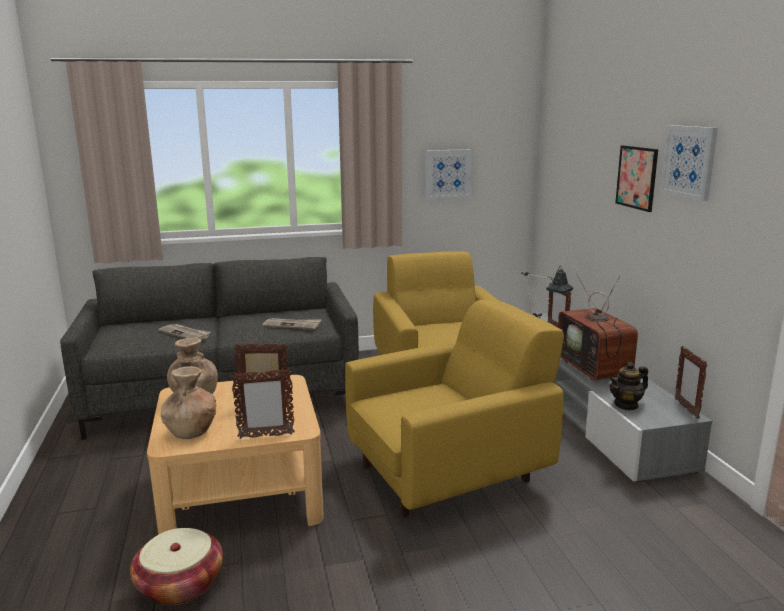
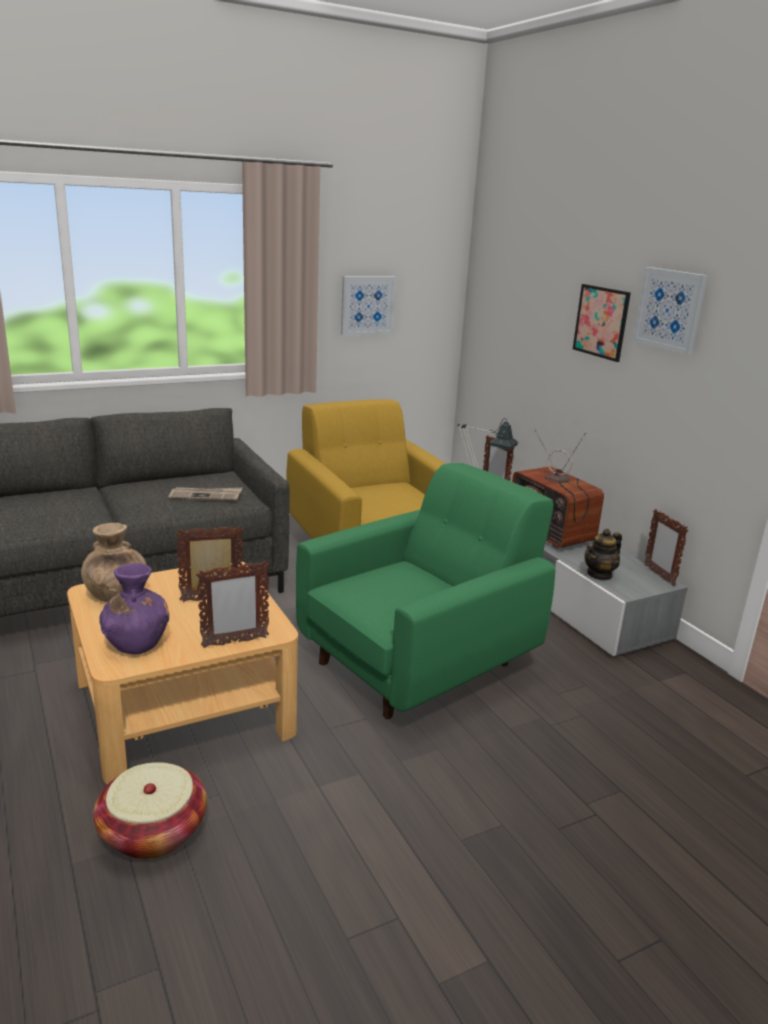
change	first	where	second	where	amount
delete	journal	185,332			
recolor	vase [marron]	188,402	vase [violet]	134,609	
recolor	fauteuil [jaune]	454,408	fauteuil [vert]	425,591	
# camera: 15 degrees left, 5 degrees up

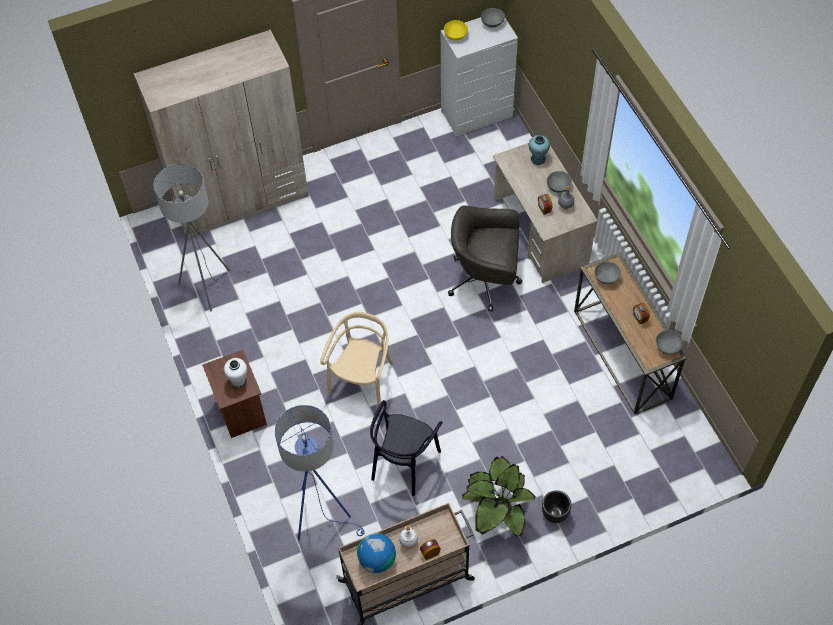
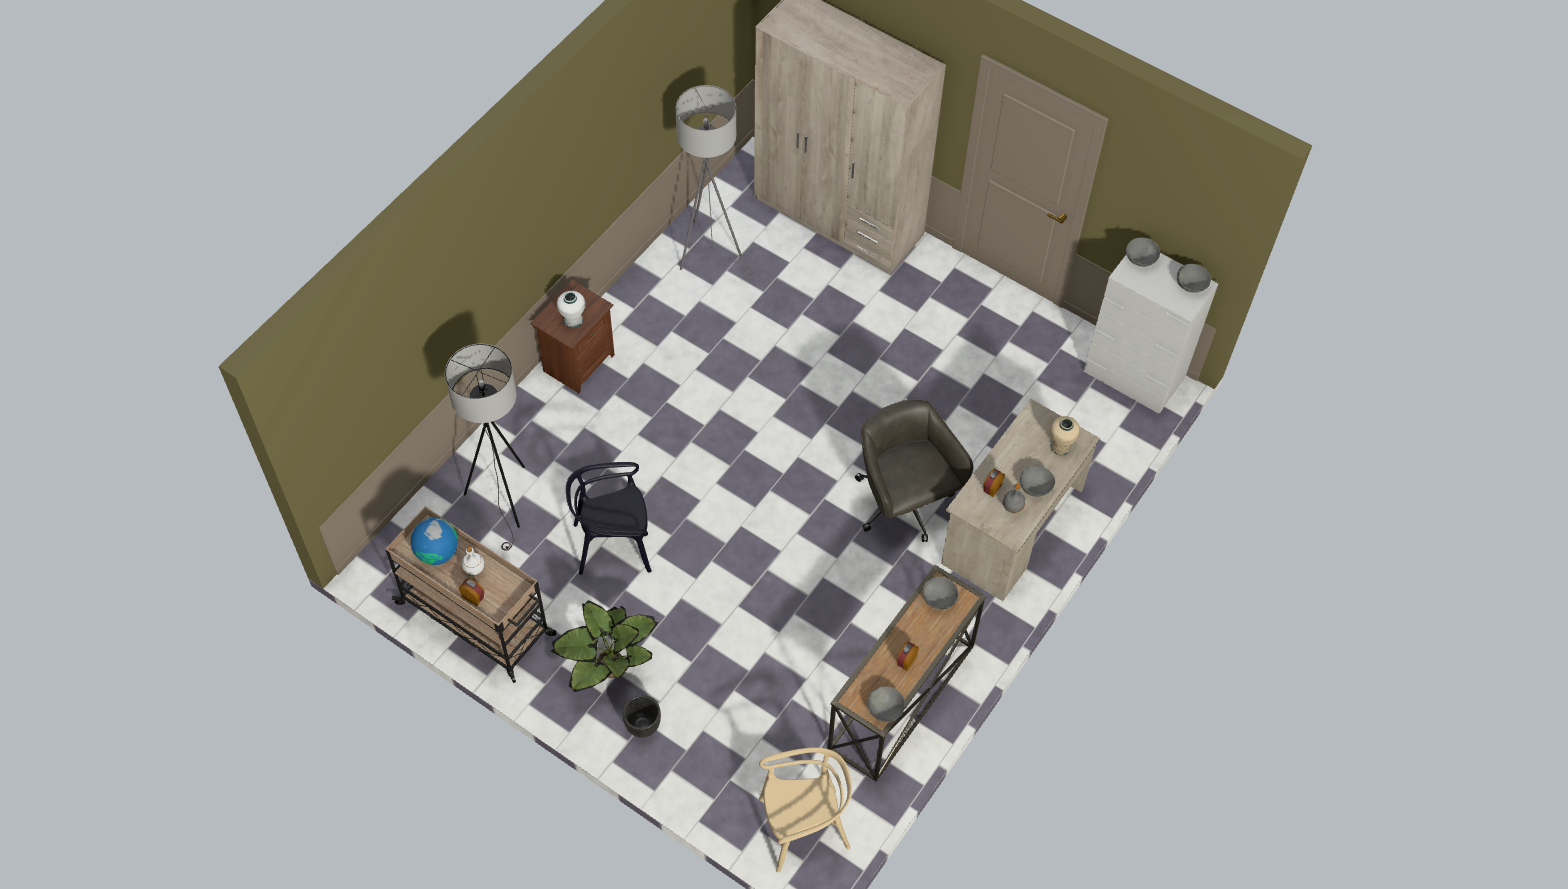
change	first	where	second	where	amount
recolor	lampadaire [bleu]	319,472	lampadaire [gris]	485,447	
move	chaise [beige]	356,359		805,810	
recolor	bol [jaune]	456,30	bol [gris]	1143,252	
recolor	vase [turquoise]	539,150	vase [beige]	1065,436	
# camera: 55 degrees right, 0 degrees up

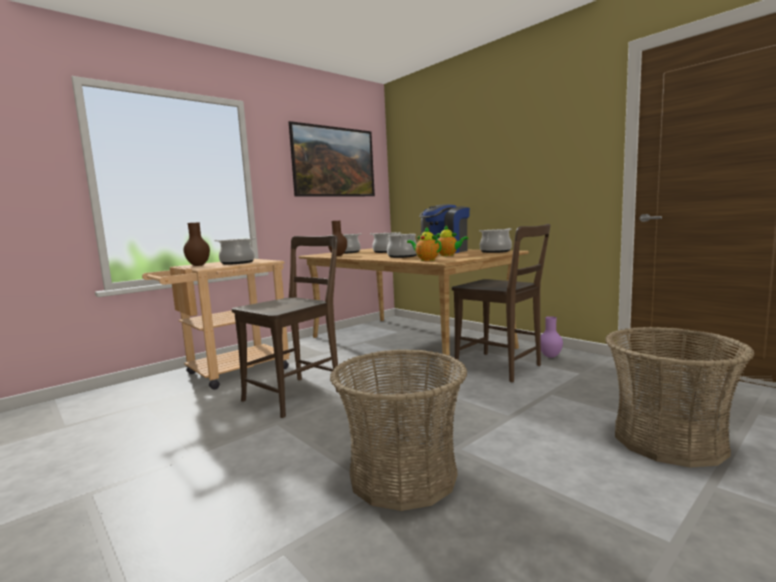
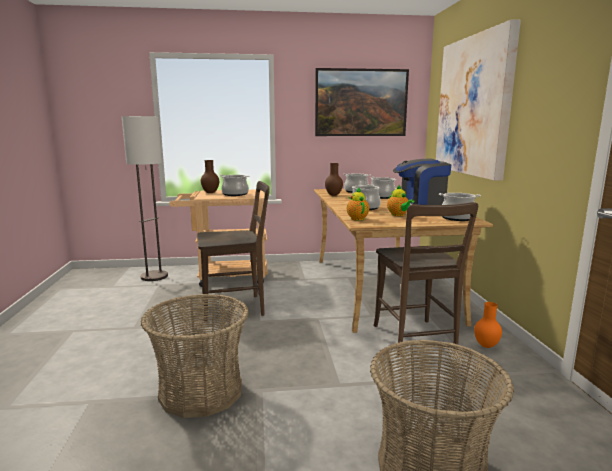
change	first	where	second	where	amount
recolor	vase [violet]	551,337	vase [orange]	488,325	
insert			lampadaire	145,198	
insert			tableau	478,100	
# camera: 35 degrees right, 5 degrees up

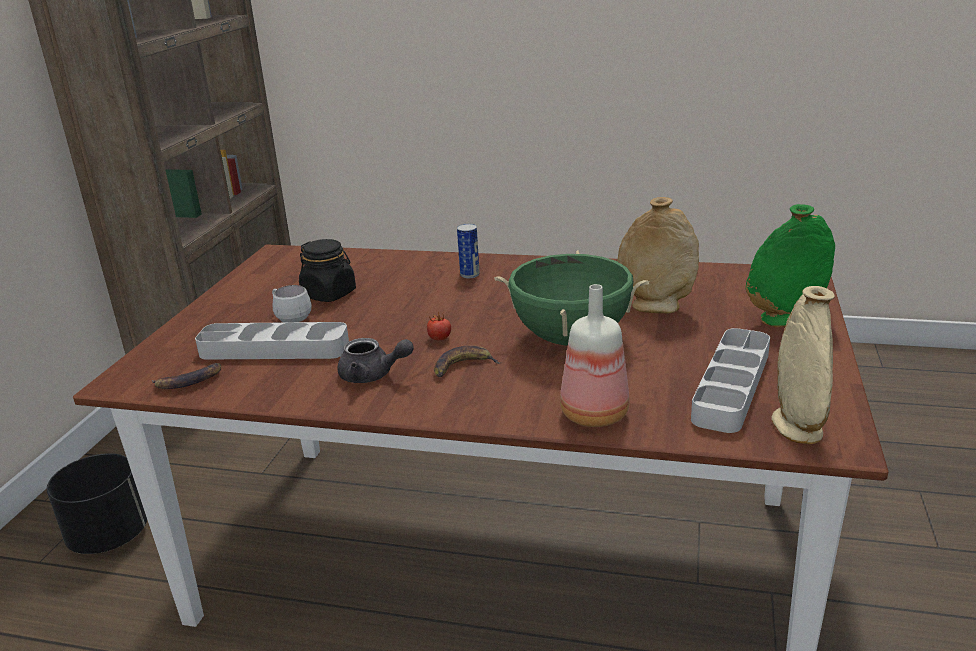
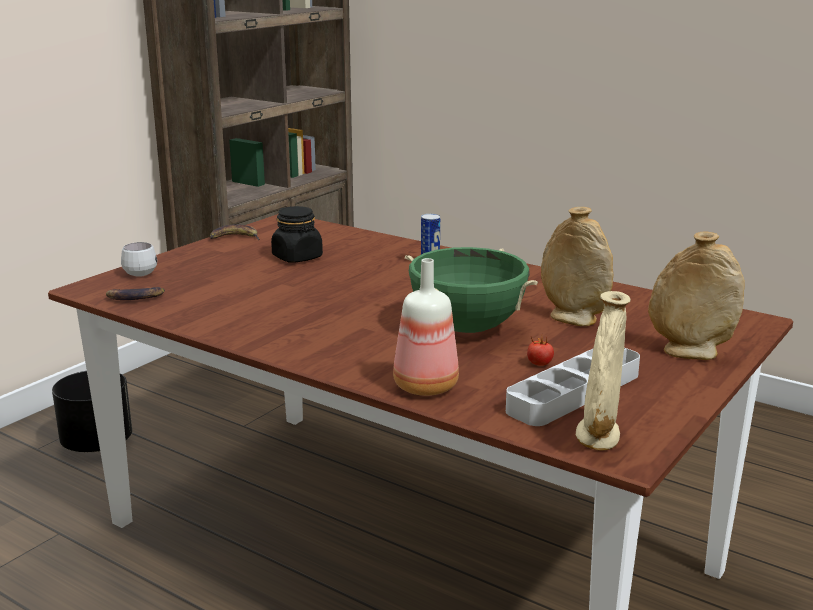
change	first	where	second	where	amount
delete	plateau [gris]	272,341			
move	mug [blanc]	292,303		139,259	
delete	théière [gris]	375,360			
move	tomate	439,326		540,351	
move	banane	468,361		235,232	
recolor	vase [vert]	790,265	vase [beige]	696,295	
# camera: 20 degrees right, 5 degrees down

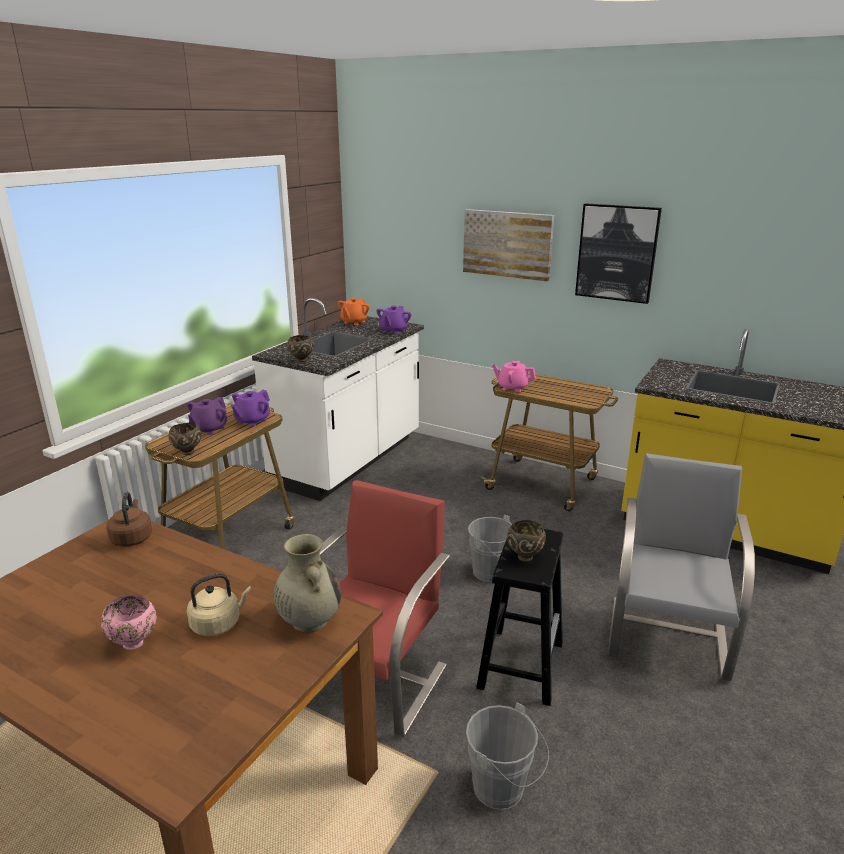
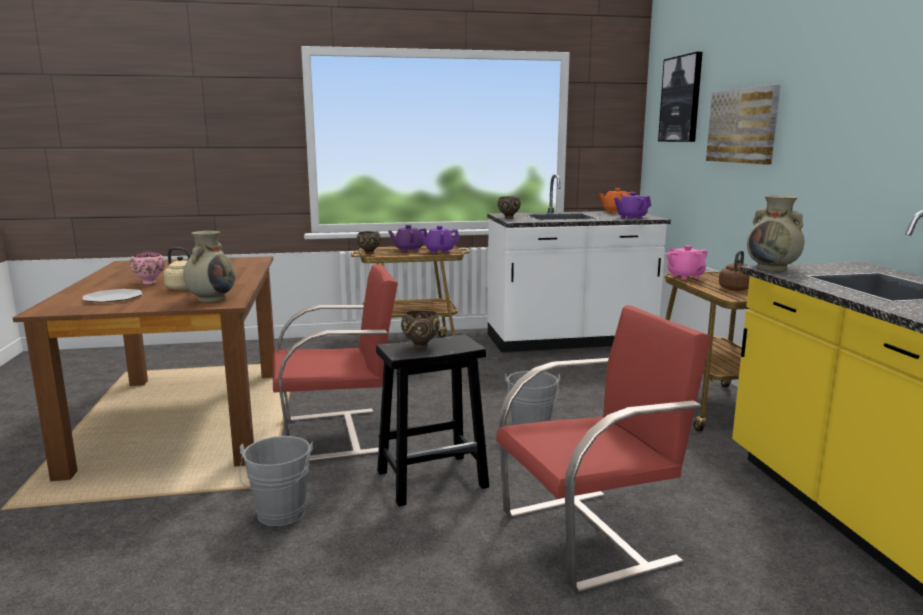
change	first	where	second	where	amount
move	bouilloire [marron]	129,519		734,270	
move	tableau	618,253		680,97	
recolor	chaise [gris]	681,567	chaise [rouge]	603,449	
insert			assiette	113,295	
insert			vase [beige]	775,233	
# camera: 50 degrees right, 10 degrees down

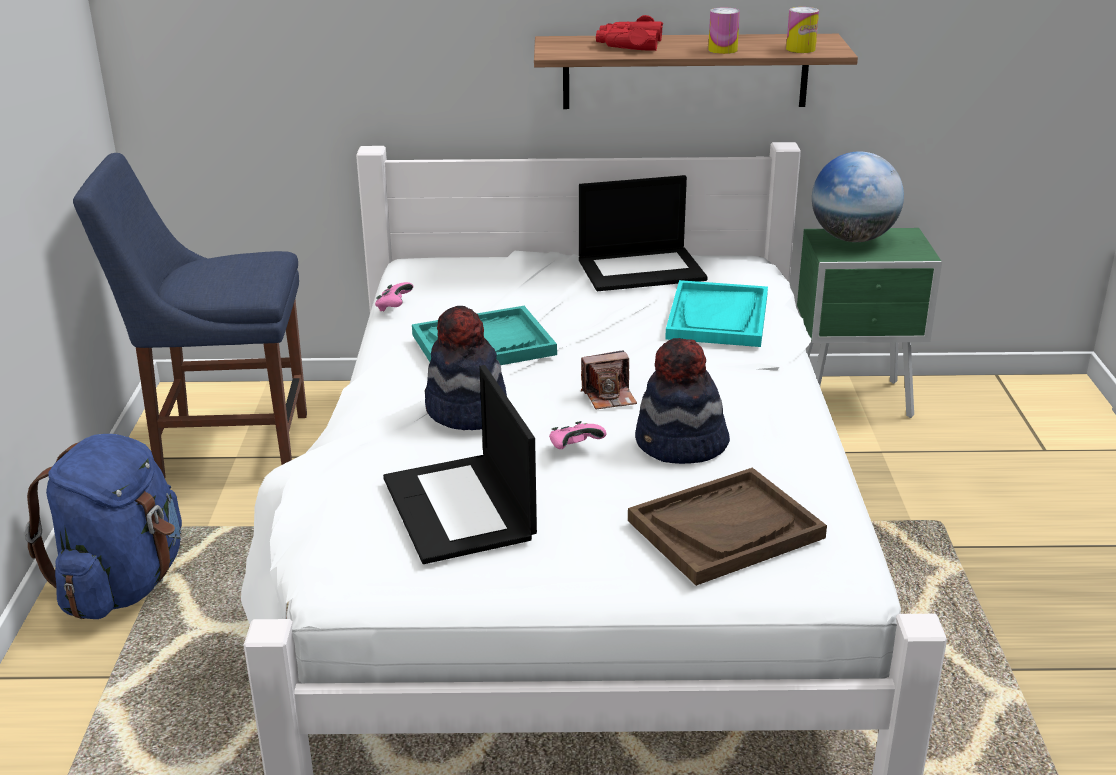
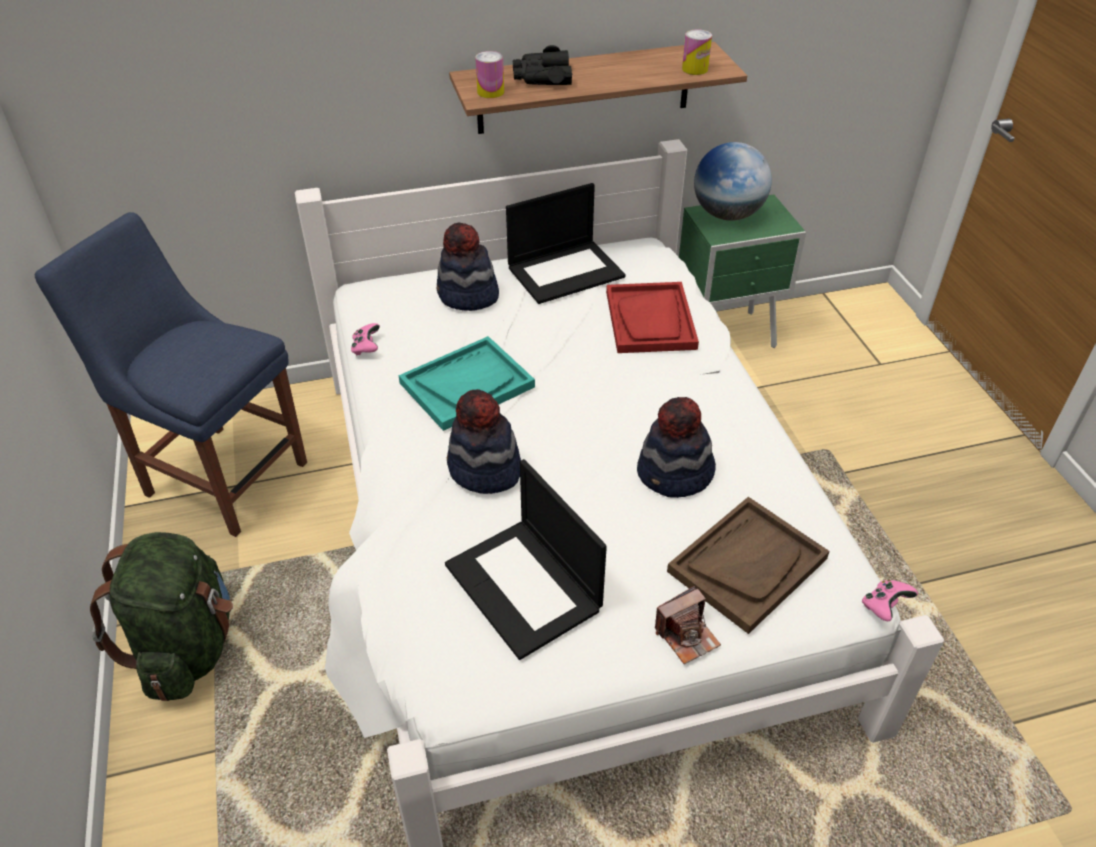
change	first	where	second	where	amount
recolor	sac à dos [bleu]	103,526	sac à dos [vert]	161,616	
rotate	chaise [bleu]	190,315		171,374	45 degrees clockwise
move	manette [rose]	577,435		890,600	
move	appareil photo	609,379		688,625	
recolor	jumelles [rouge]	629,33	jumelles [noir]	543,65	
recolor	plateau [turquoise]	716,313	plateau [rouge]	652,317	
move	boîte métallique	724,31		489,74	
insert			chapeau	468,266	
# camera: 15 degrees left, 15 degrees up

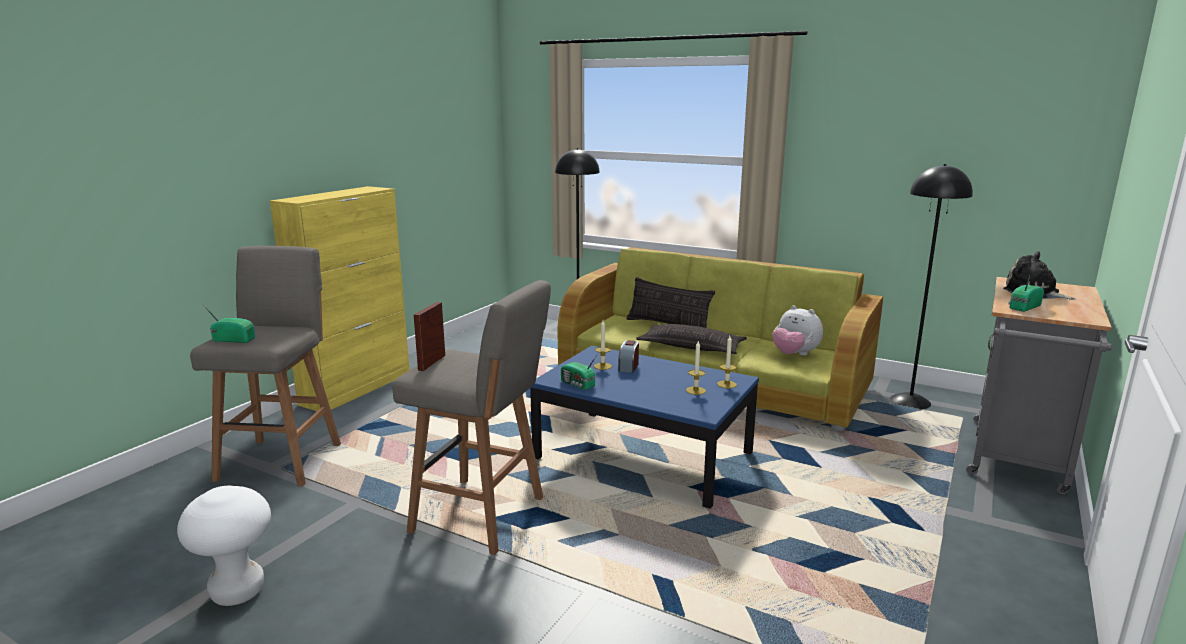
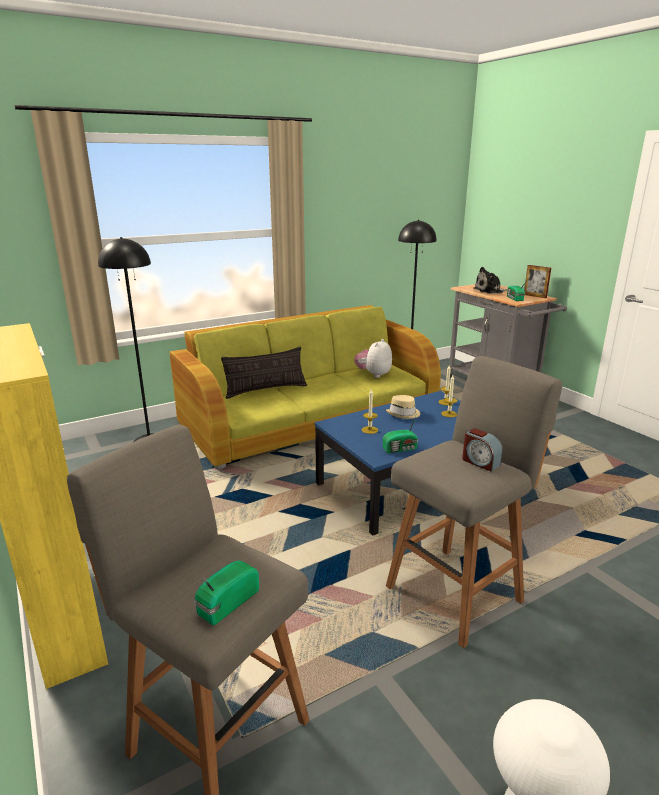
change	first	where	second	where	amount
move	cadre photo	429,336		537,281	
move	réveil	628,356		482,450	
delete	coussin	691,339			
rotate	peluche	797,330		373,358	135 degrees clockwise
insert			chapeau [beige]	403,407	
# camera: 60 degrees left, 5 degrees up

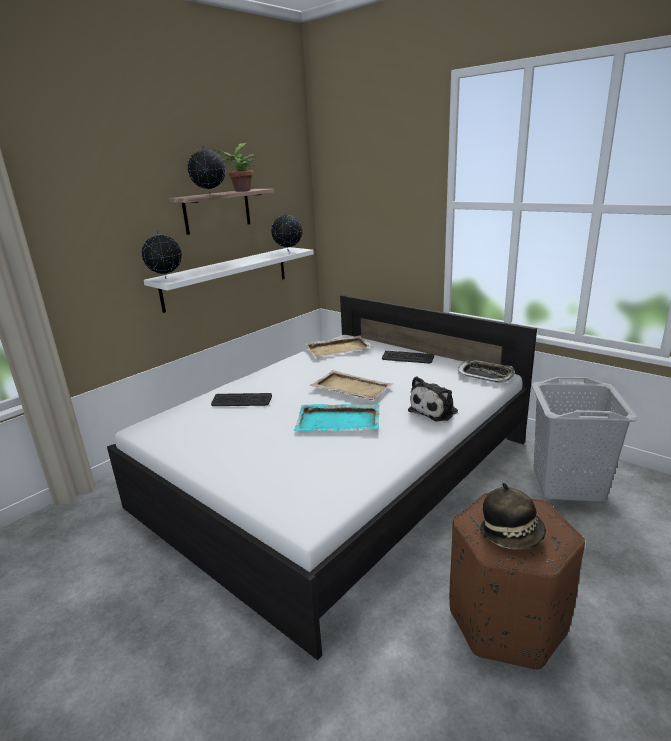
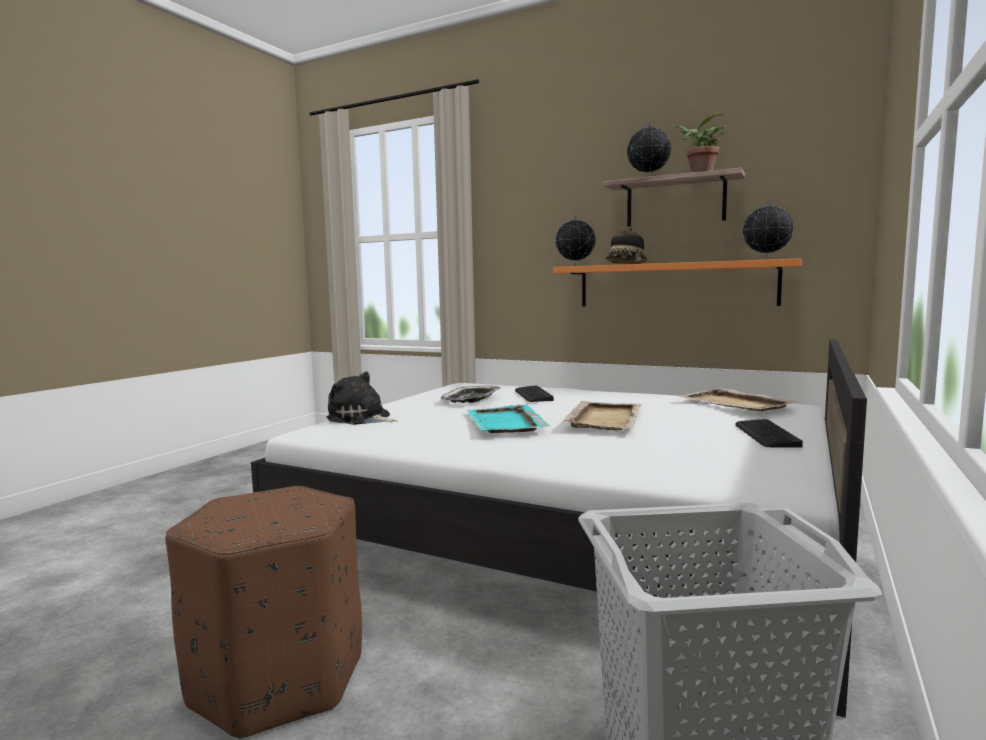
change	first	where	second	where	amount
recolor	étagère [blanc]	229,280	étagère [orange]	677,282	
move	peluche	433,399		361,398	
move	plateau	486,371		471,394	
move	chapeau	513,516		626,246	
# camera: 75 degrees right, 15 degrees down

